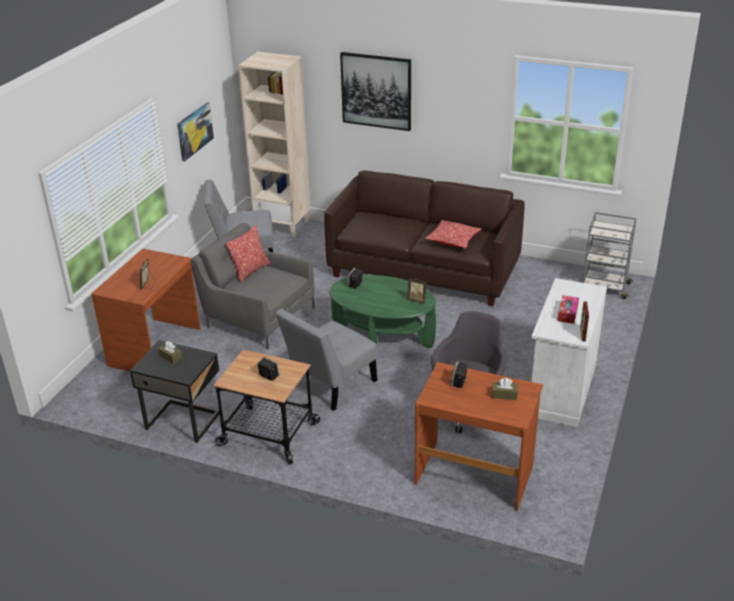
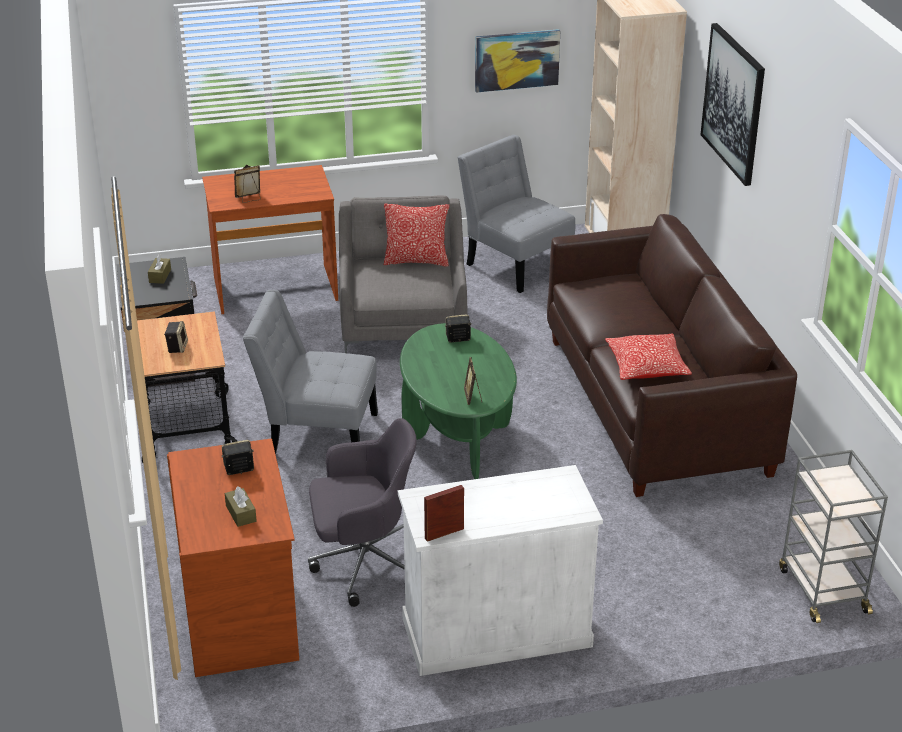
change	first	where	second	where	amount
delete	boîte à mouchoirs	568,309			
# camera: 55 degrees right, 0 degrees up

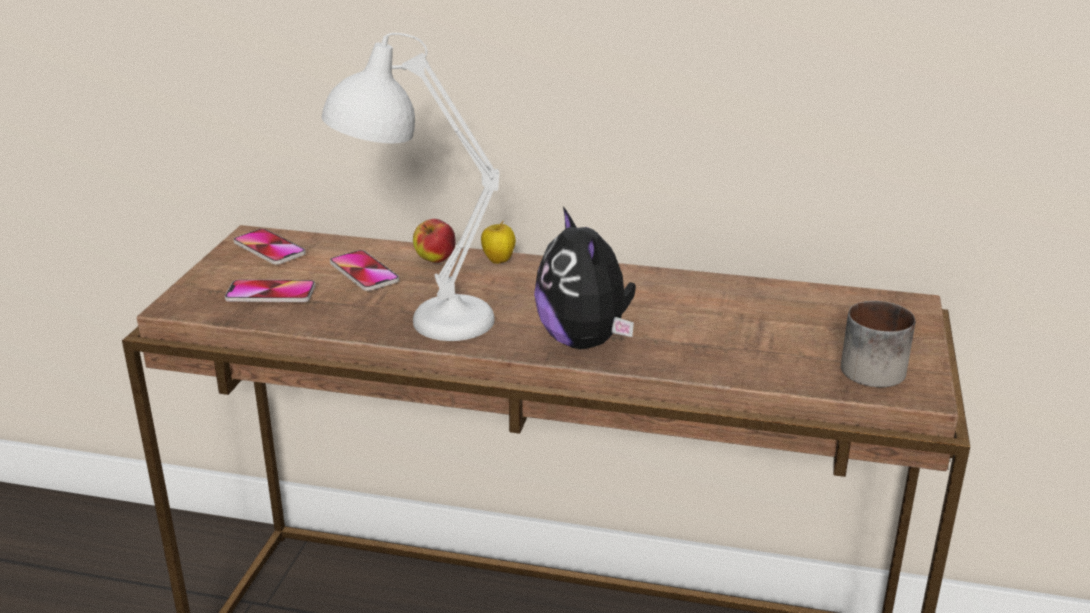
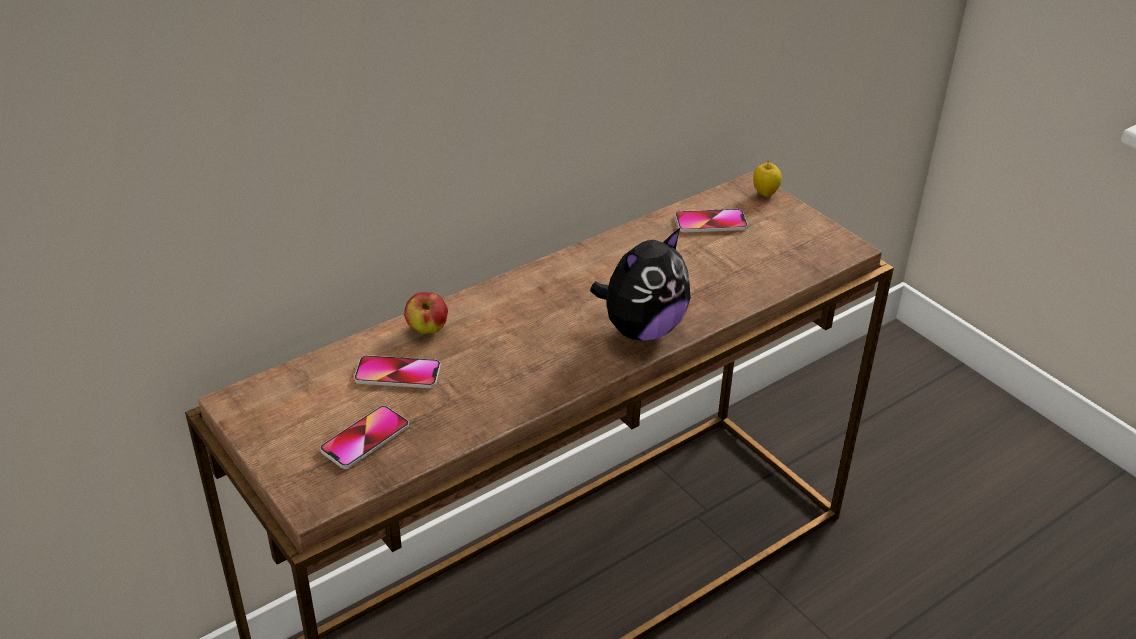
change	first	where	second	where	amount
move	téléphone	270,247		711,221	
delete	lampe de table [blanc]	411,187			
move	pomme	498,242		767,178	
rotate	peluche	585,278		640,284	60 degrees counterclockwise
delete	mug	878,344			
# camera: 50 degrees left, 10 degrees up

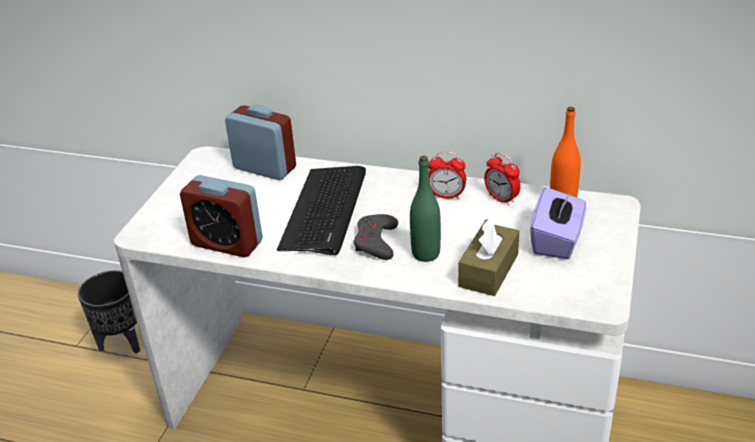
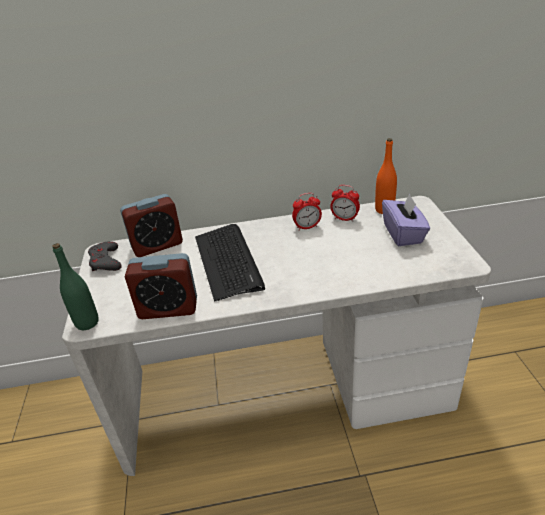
change	first	where	second	where	amount
delete	cache-pot [noir]	109,312			
rotate	réveil	260,142		151,225	150 degrees clockwise
move	manette [gris]	376,237		105,256	
move	bouteille [vert]	425,209		76,286	
delete	boîte à mouchoirs [marron]	488,257			
# camera: 25 degrees left, 0 degrees up

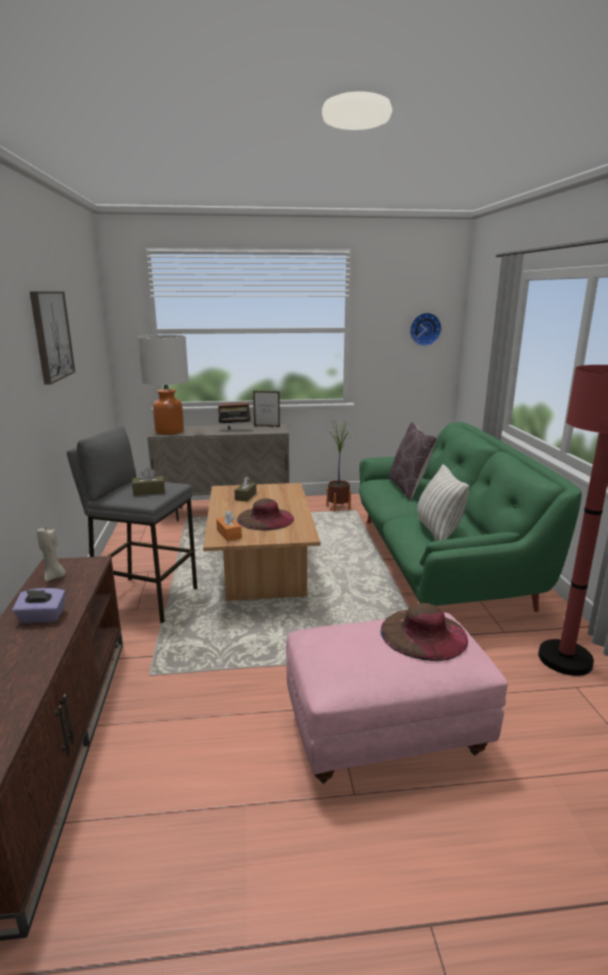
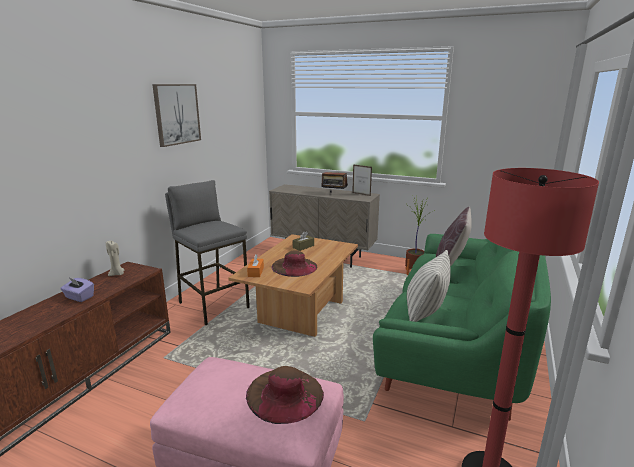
change	first	where	second	where	amount
delete	boîte à mouchoirs [marron]	148,482			
delete	lampe de table	163,385			
delete	horloge murale	426,329			
# camera: 30 degrees right, 0 degrees up

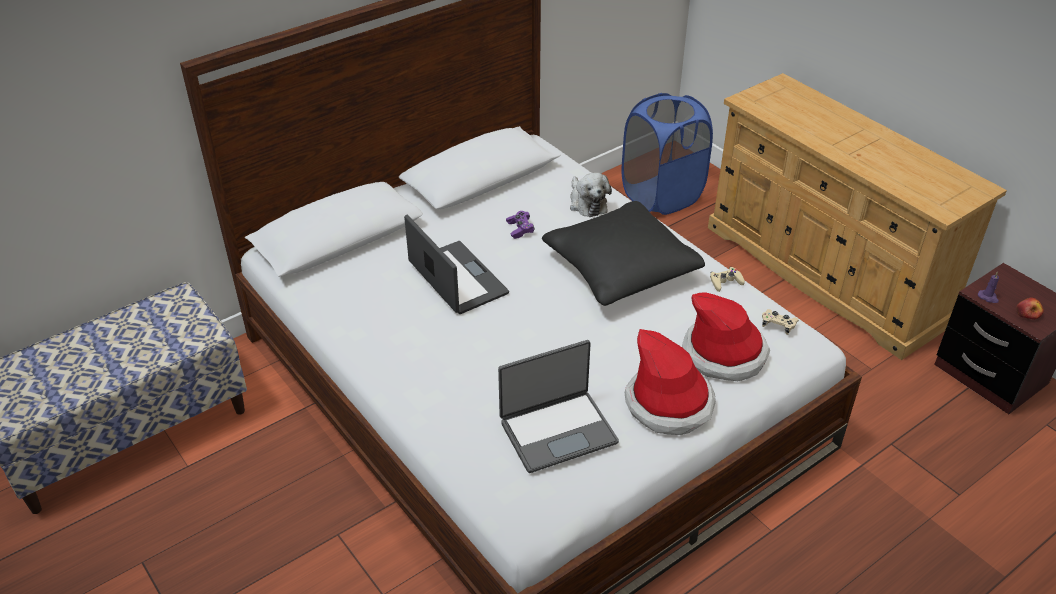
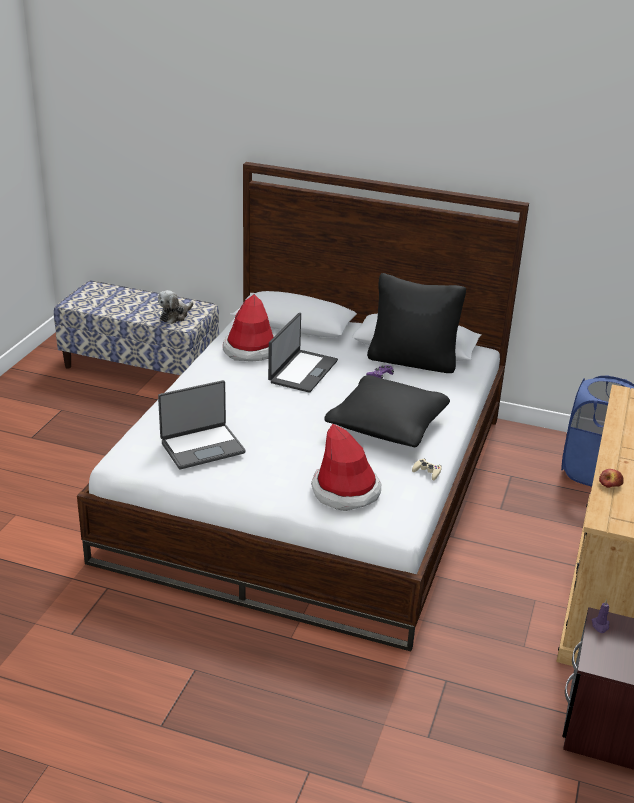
change	first	where	second	where	amount
rotate	ordinateur portable	558,406		202,424	60 degrees counterclockwise
move	peluche	591,194		175,307	
move	chapeau	670,382		249,328	
delete	manette [beige]	780,322			
move	pomme	1030,309		611,478	
insert			coussin [noir]	416,323	
# camera: 55 degrees right, 10 degrees down

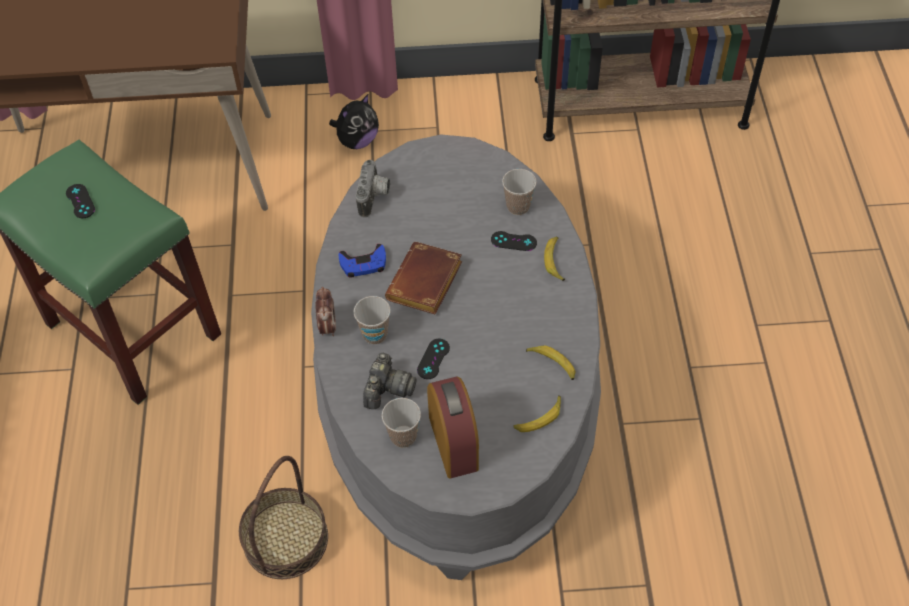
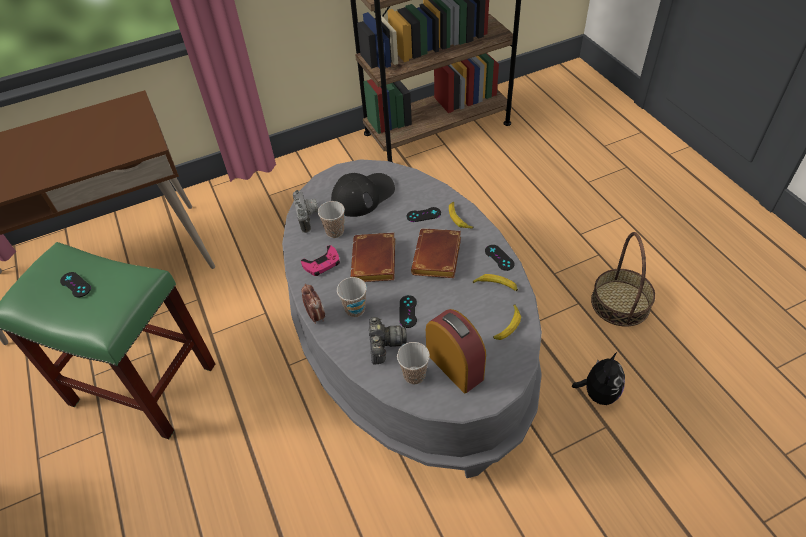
change	first	where	second	where	amount
move	panier	283,517		623,279	
move	peluche	354,121		598,378	
recolor	manette [bleu]	362,261	manette [rose]	320,260	
move	tasse	519,192		331,219	
insert			casquette [noir]	363,195	
insert			livre [marron]	436,253	
insert			manette [noir]	500,258	
# camera: 20 degrees left, 5 degrees down

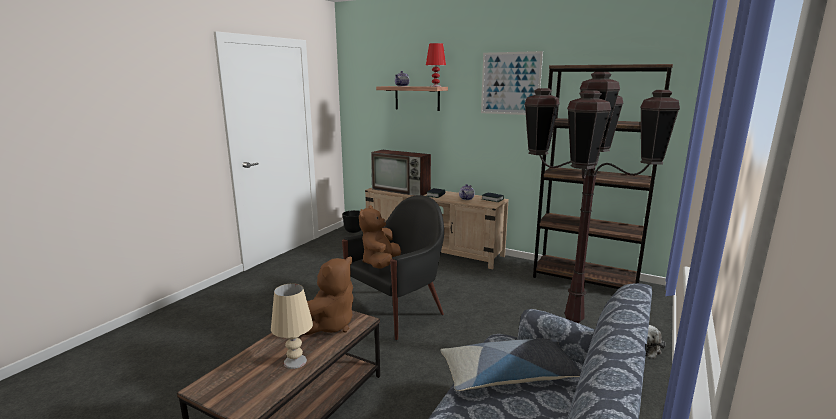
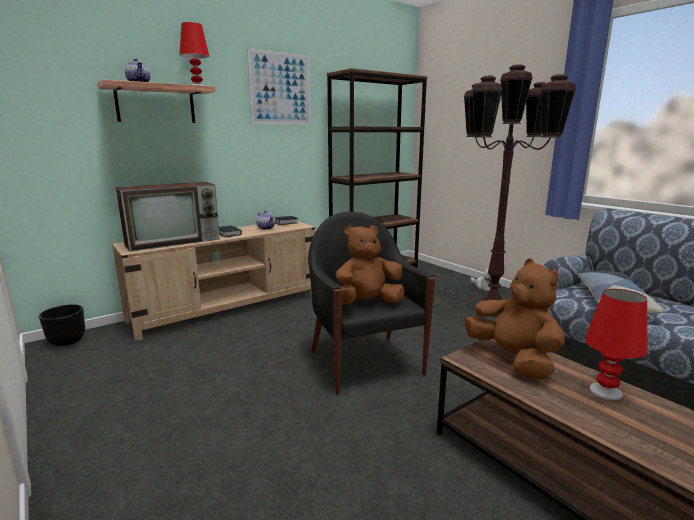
change	first	where	second	where	amount
recolor	lampe de table [beige]	292,326	lampe de table [rouge]	616,345	
rotate	peluche [marron]	380,237		370,264	120 degrees clockwise
# camera: 65 degrees left, 0 degrees up

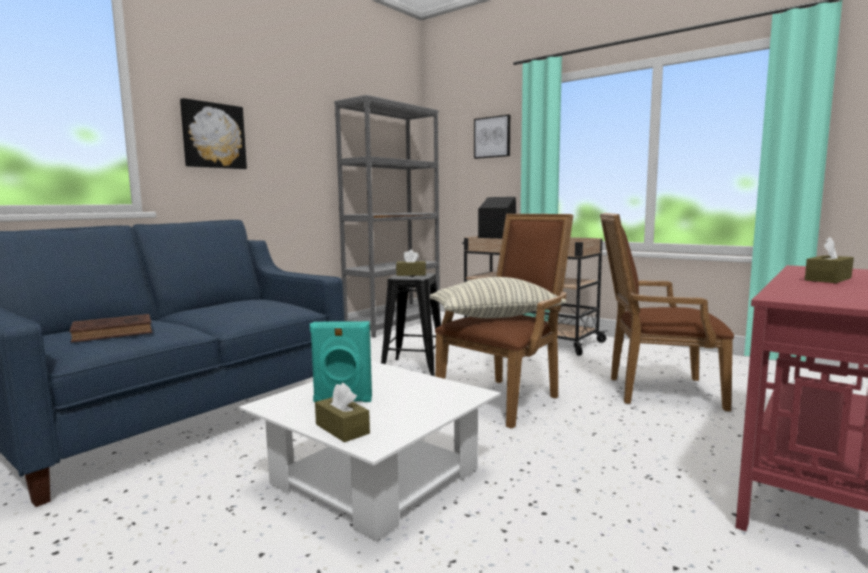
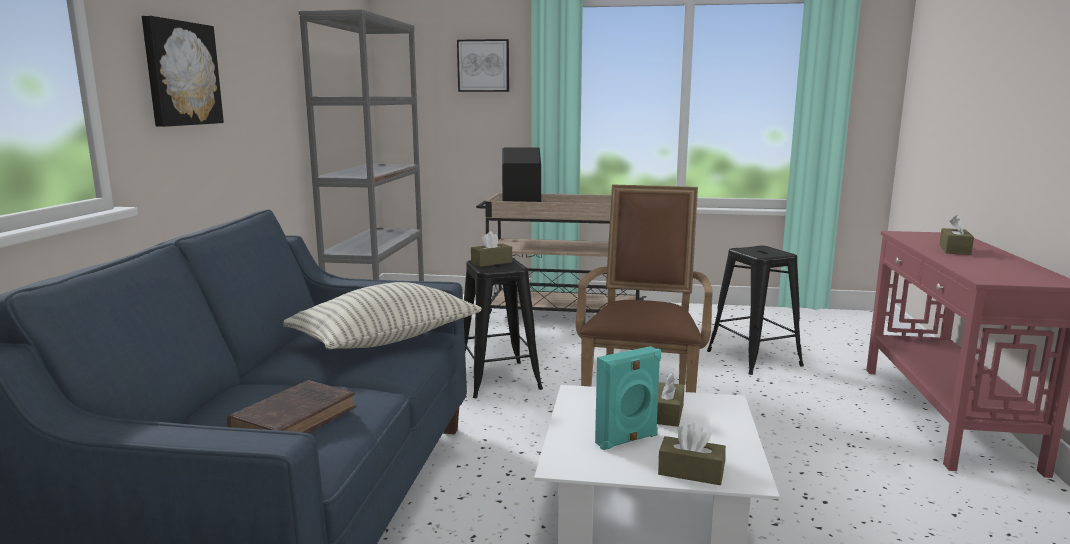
change	first	where	second	where	amount
move	coussin	497,297		382,315	
replace	fauteuil [marron]	667,312	tabouret [noir]	755,310	
insert			boîte à mouchoirs [marron]	671,400	
# camera: 30 degrees left, 5 degrees up

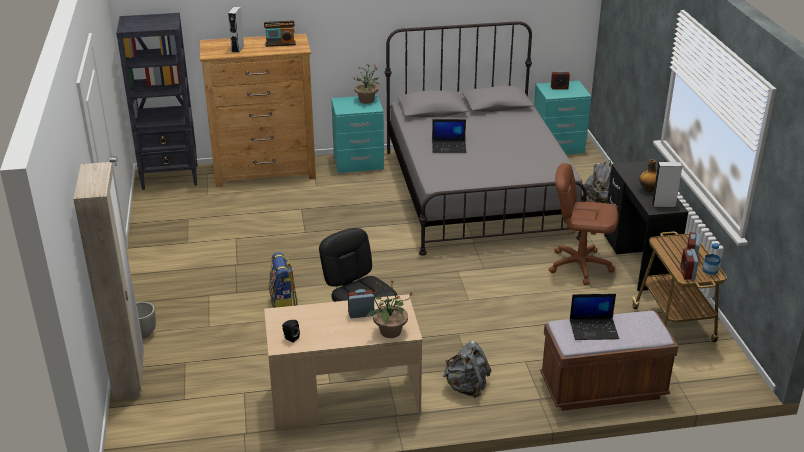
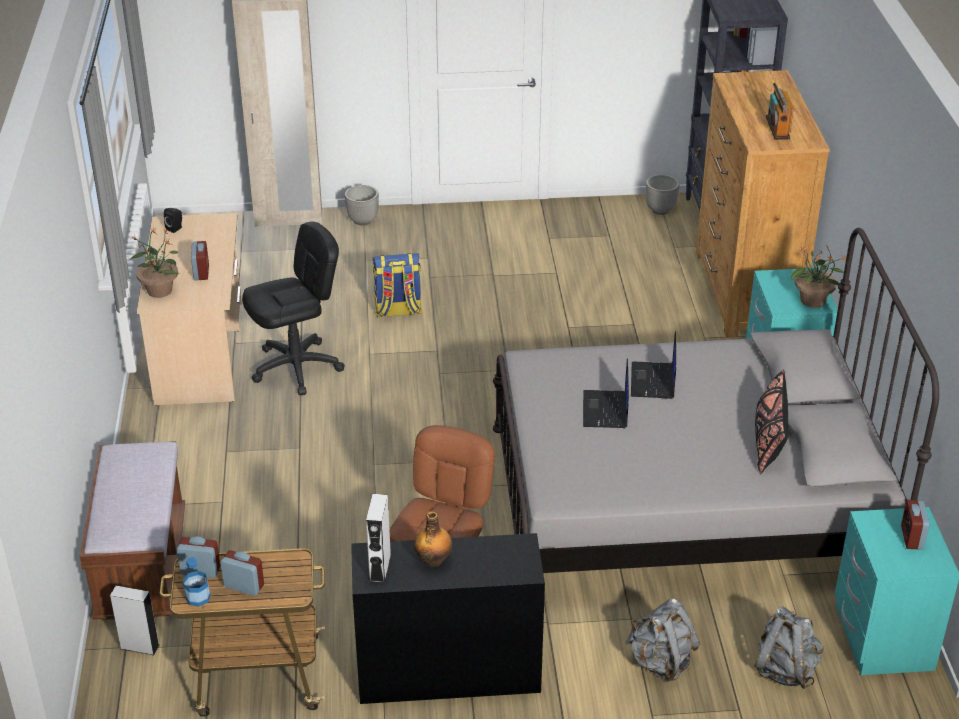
change	first	where	second	where	amount
move	enceinte [gris]	236,30		134,620	
move	sac à dos [gris]	467,369		789,647	
move	ordinateur portable	594,317		606,393	
insert			cache-pot	662,195	
insert			coussin [noir]	771,421	
# camera: 95 degrees right, 5 degrees up

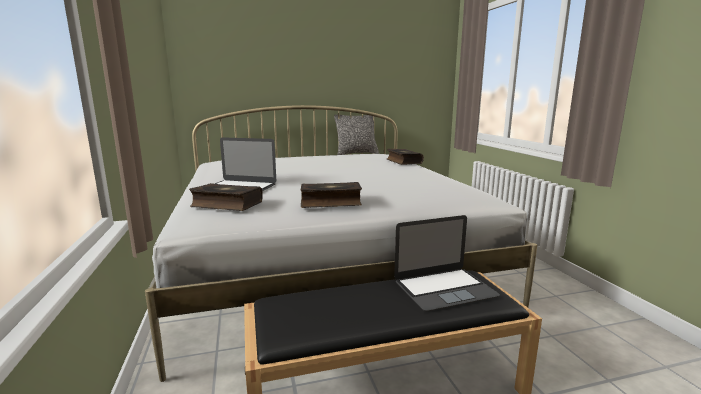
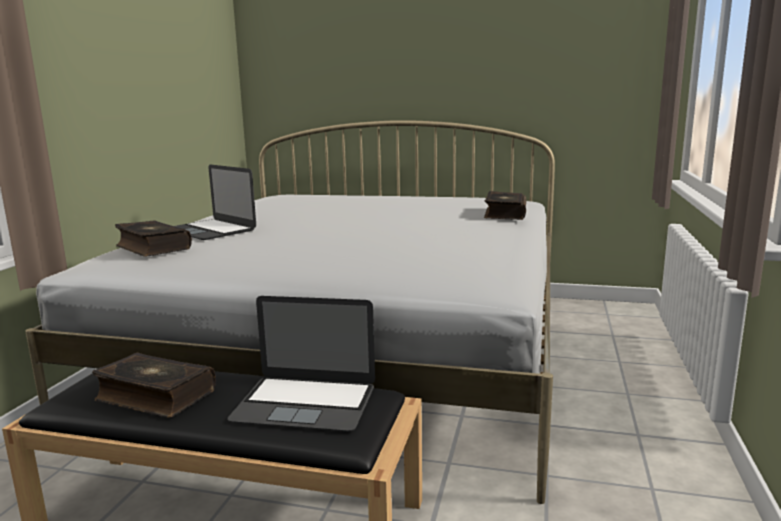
change	first	where	second	where	amount
move	livre	331,195		154,385	
delete	coussin	356,134			
# camera: 30 degrees right, 0 degrees up

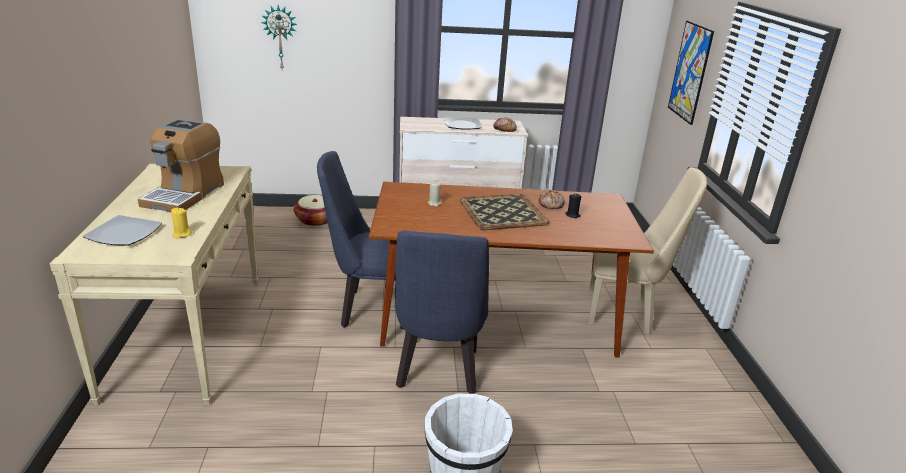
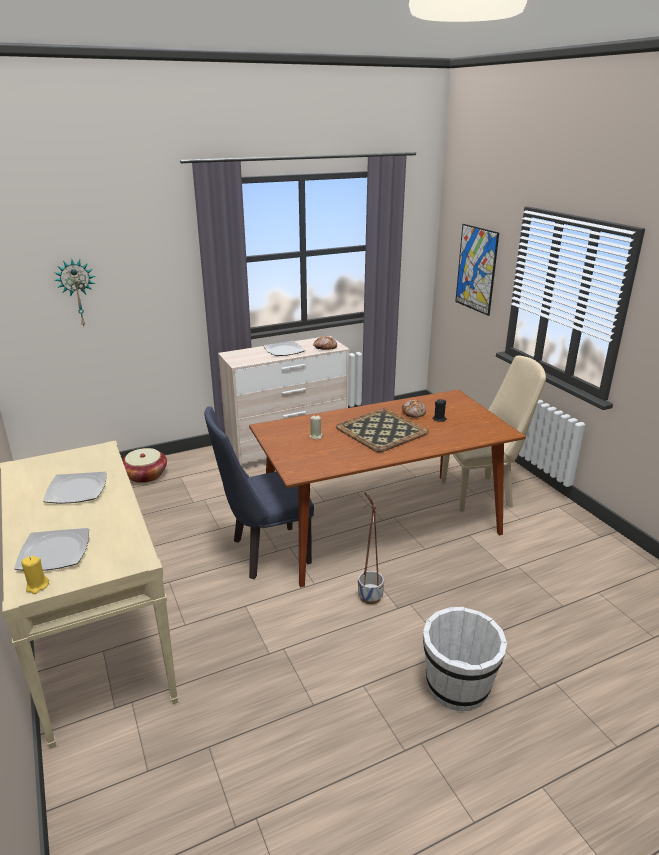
change	first	where	second	where	amount
replace	machine à café	181,165	assiette	74,488	
move	bougie [jaune]	181,223		35,575	
replace	chaise [bleu]	442,312	cache-pot	371,548	
# camera: 20 degrees left, 0 degrees up

